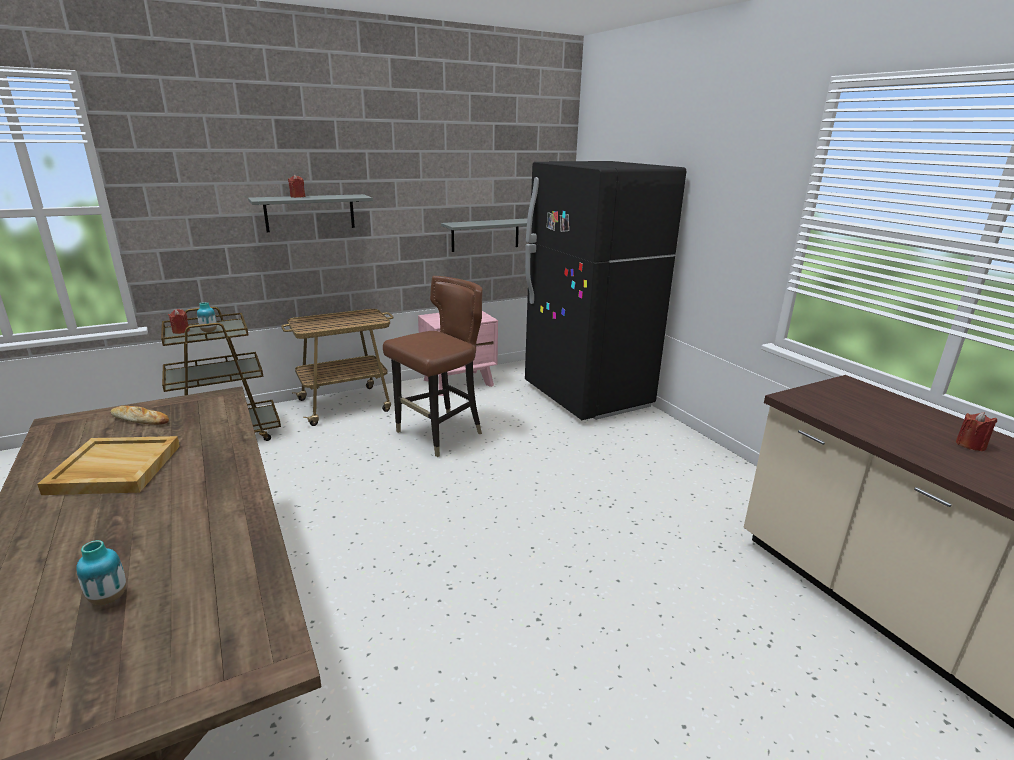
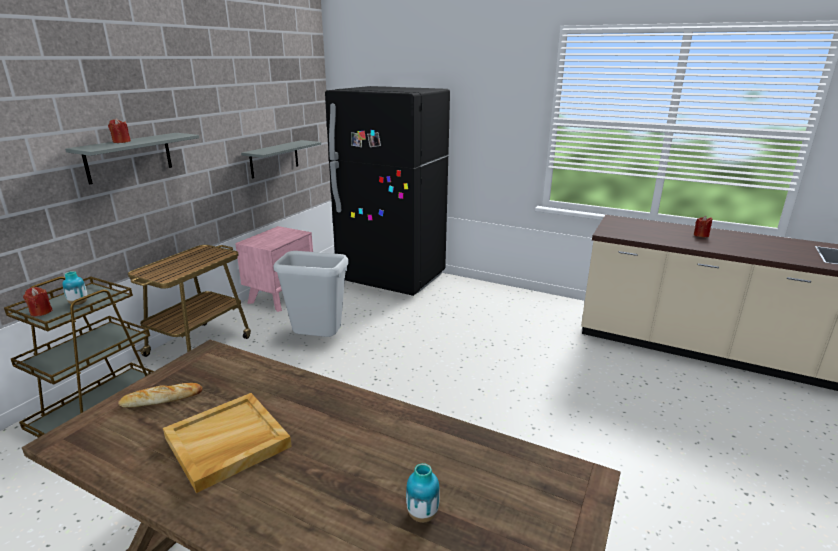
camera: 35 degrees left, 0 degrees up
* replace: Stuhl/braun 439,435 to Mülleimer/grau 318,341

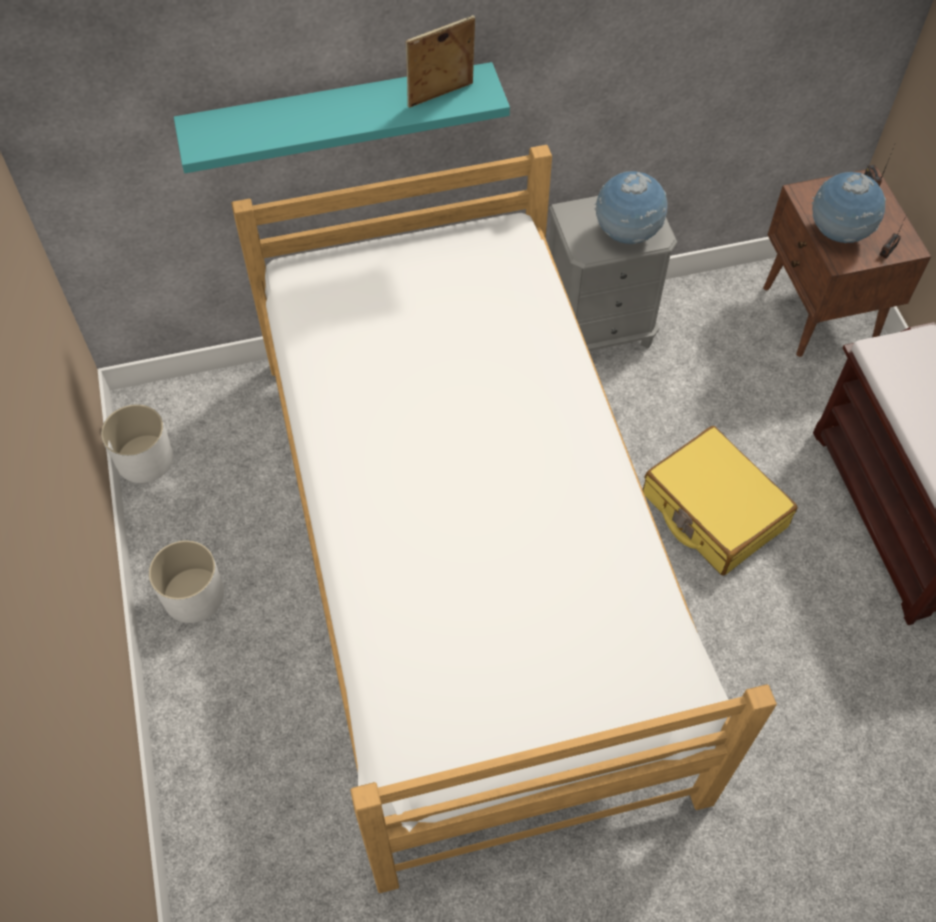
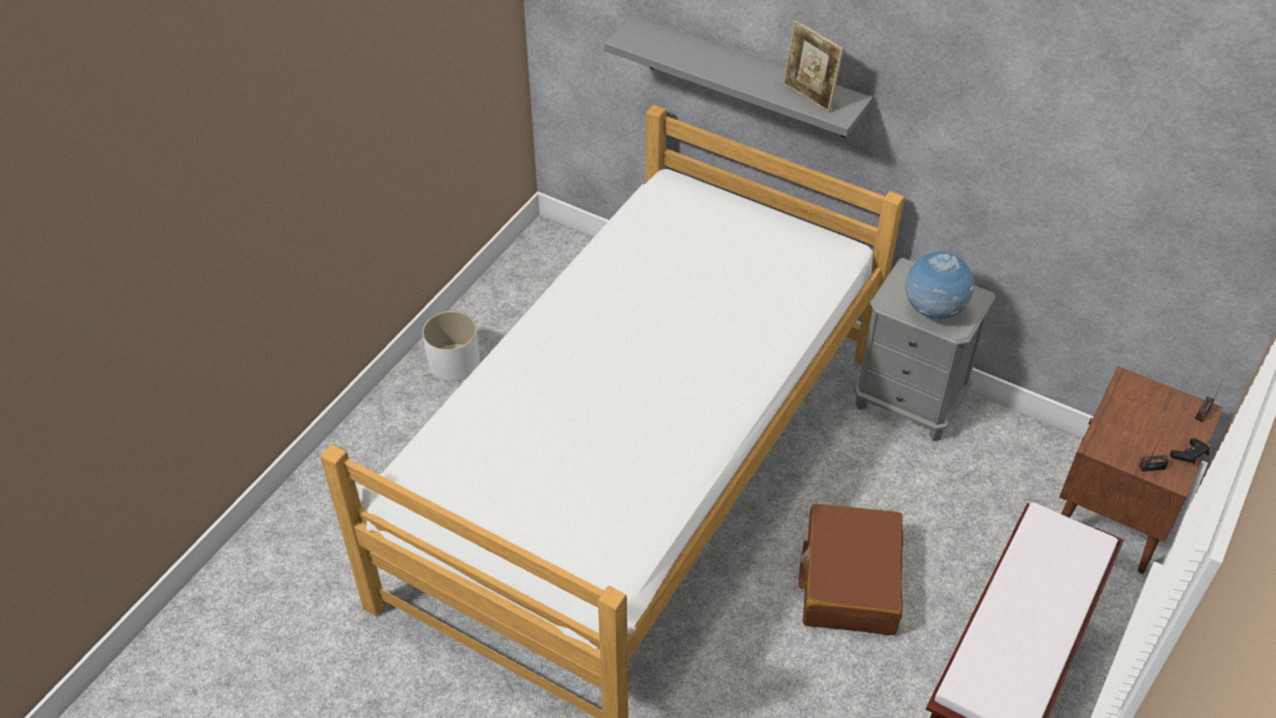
camera: 45 degrees right, 10 degrees down
* rotate: Bilderrahmen 441,97 = 808,97 150 degrees counterclockwise
* recolor: Wandregal/türkis 338,115 to Wandregal/grau 747,78
* delete: Globus 838,234
* delete: Pflanzkübel/weiß 144,459
* recolor: Koffer/gelb 713,511 to Koffer/braun 849,580
* insert: Gamepad/schwarz 1189,456

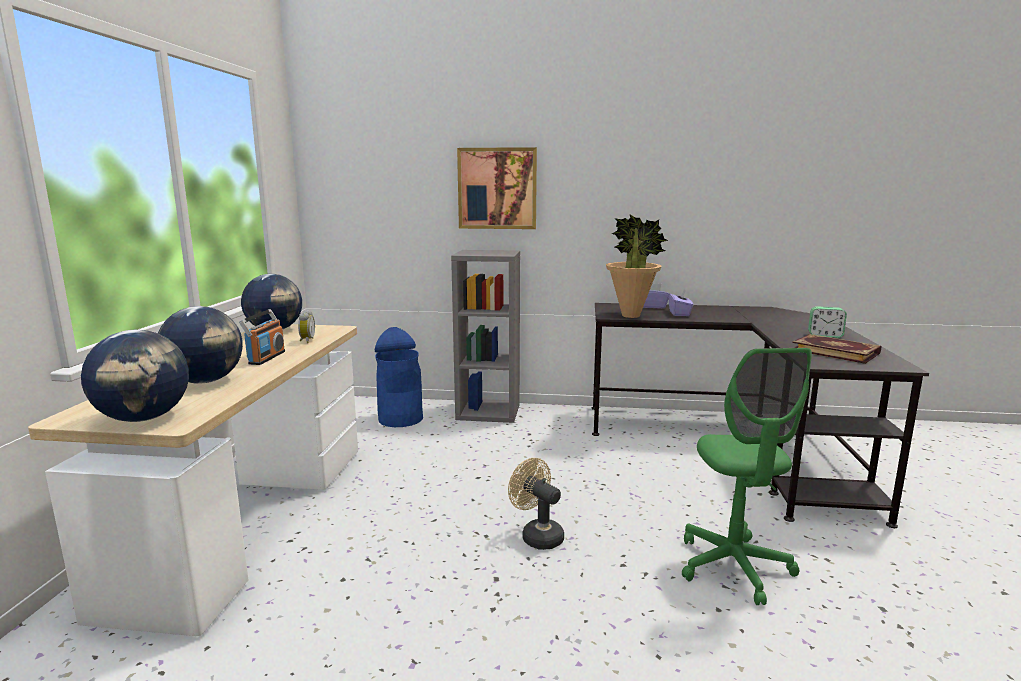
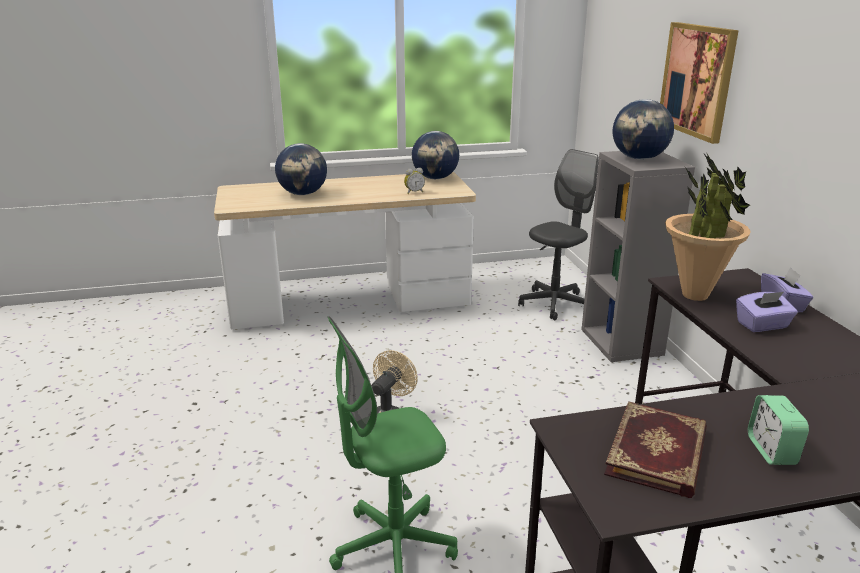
camera: 70 degrees right, 10 degrees up
* delete: Radio 266,358
* replace: Mülleimer/blau 400,418 to Bürostuhl/grau 554,304
* move: Globus 144,418 to 639,158

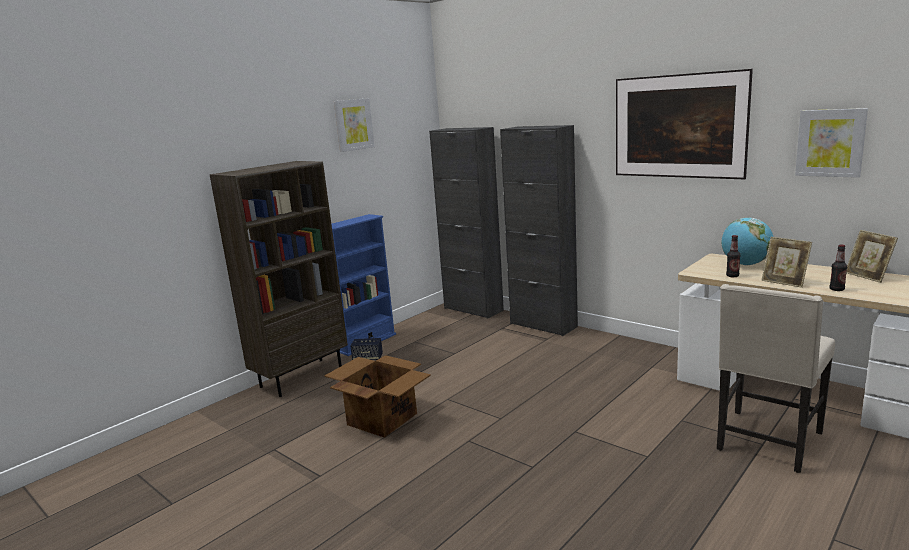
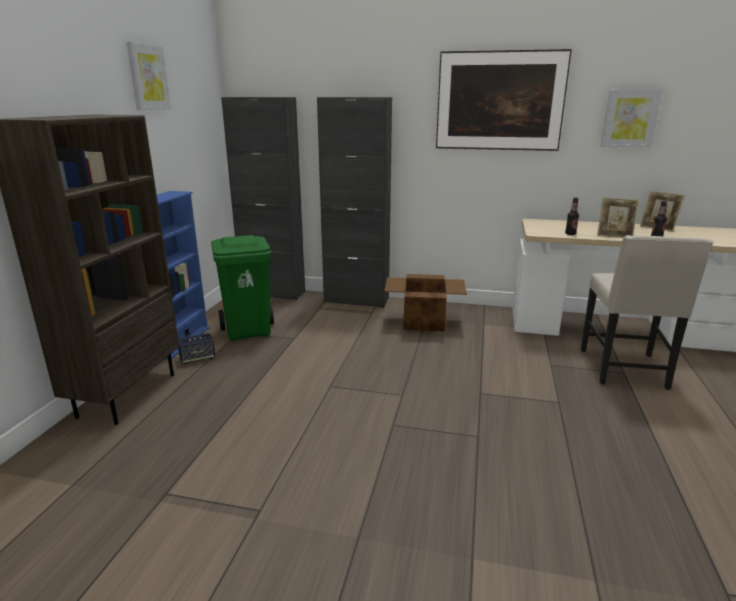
camera: 30 degrees left, 5 degrees up
* delete: Globus 745,264
* move: Karton 381,418 to 423,322
* insert: Mülleimer/grün 249,331

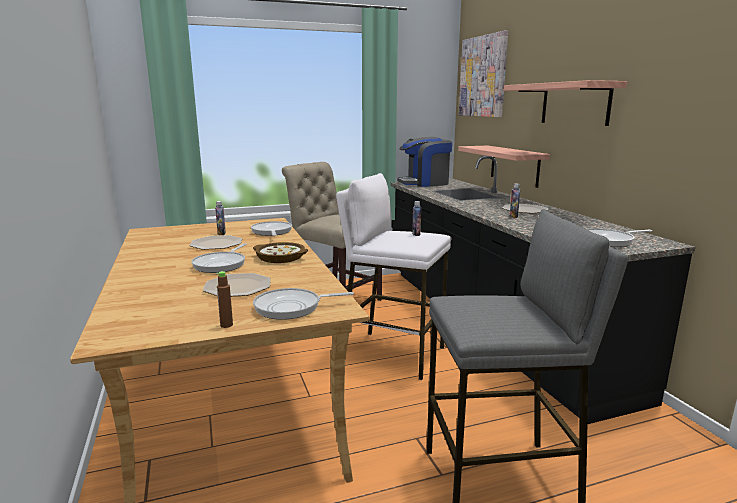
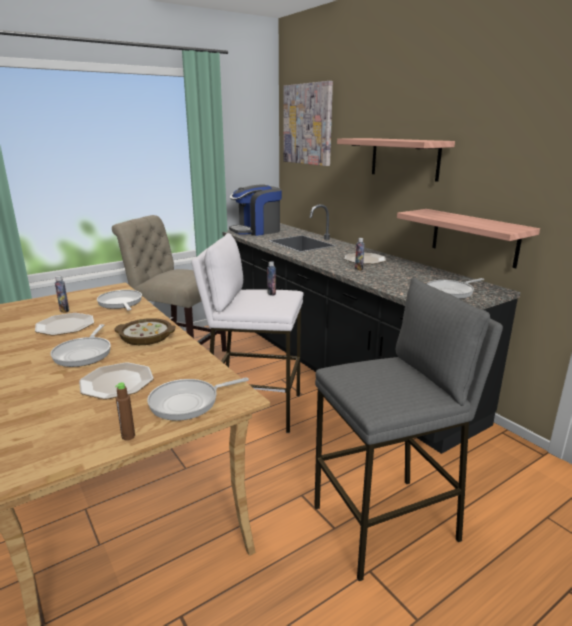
camera: 15 degrees left, 5 degrees up
* move: Wandregal 514,165 to 474,237

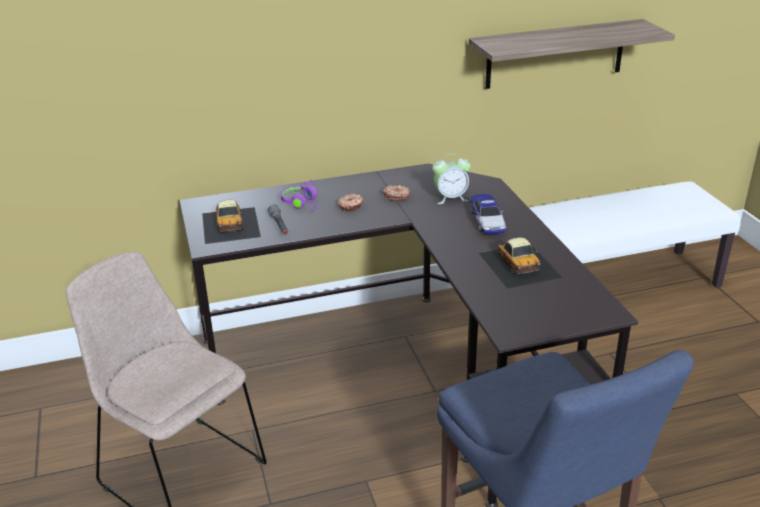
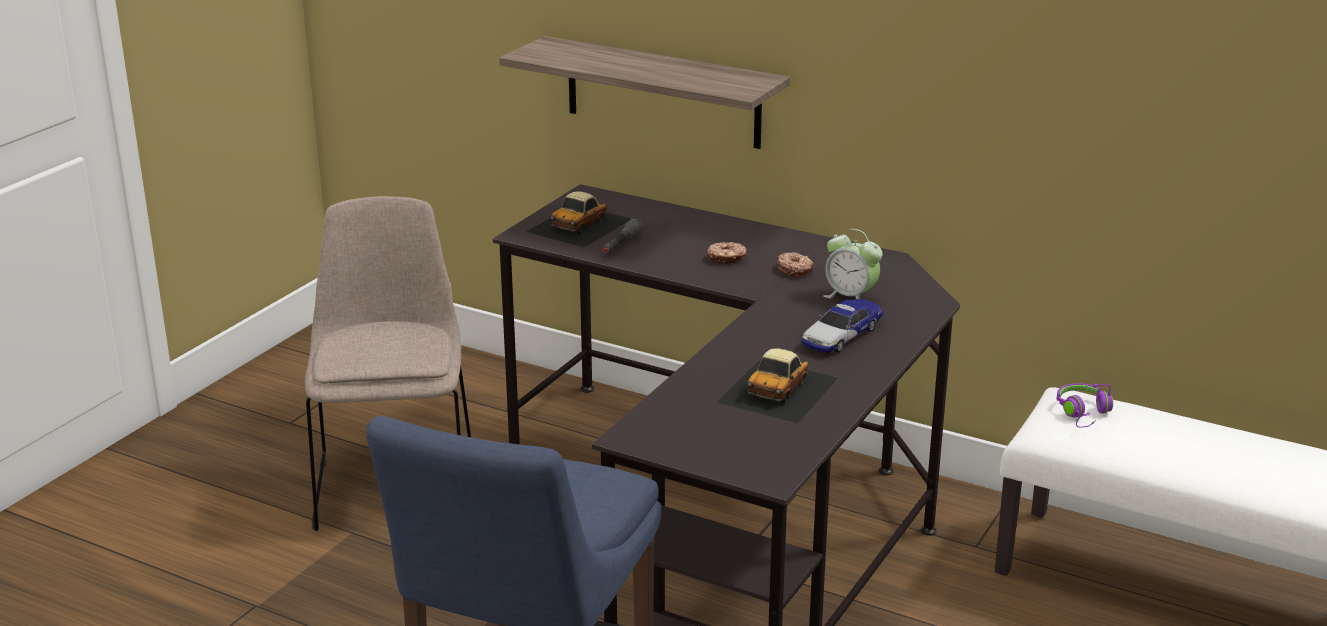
camera: 45 degrees right, 5 degrees down
* move: Wandregal 555,54 to 663,92
* move: Kopfhörer/lila 302,203 to 1083,413

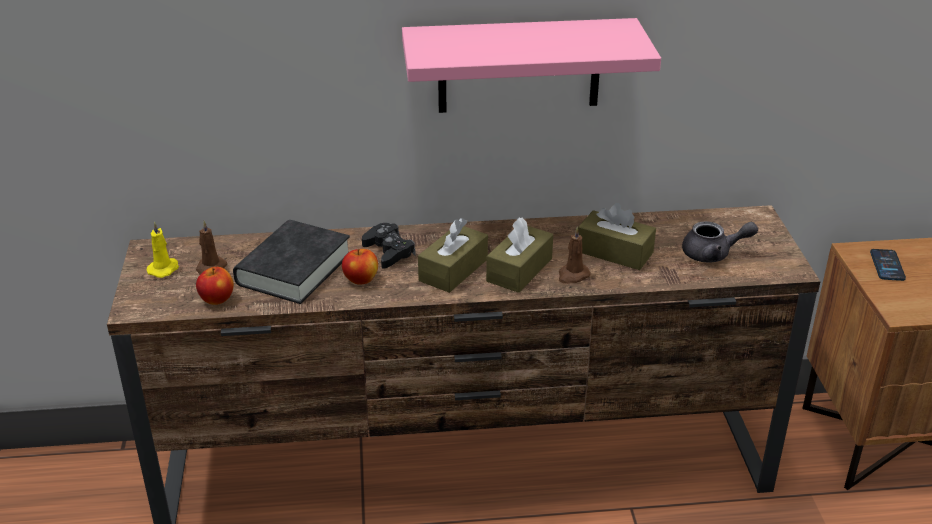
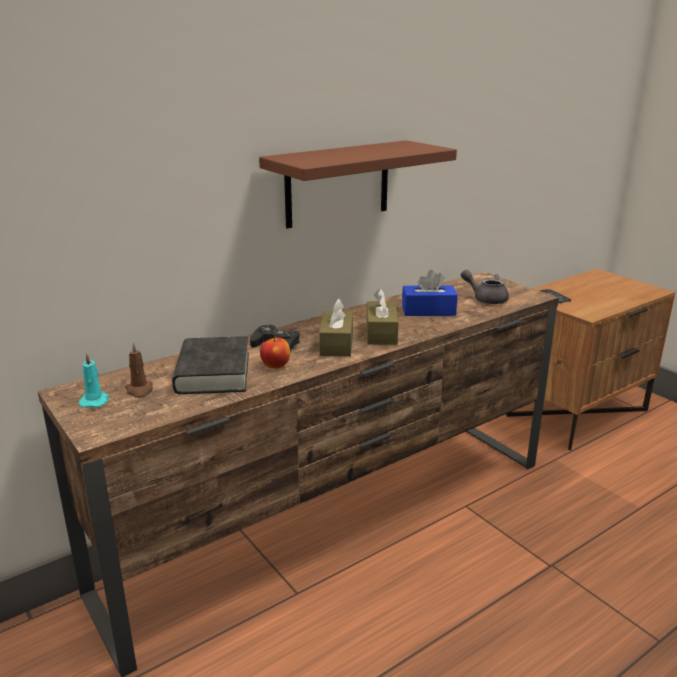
camera: 30 degrees left, 10 degrees down
* recolor: Wandregal/rosa 519,66 to Wandregal/braun 337,184
* recolor: Taschentuchbox/braun 614,252 to Taschentuchbox/blau 428,311
* rotate: Teekanne/grau 713,254 = 486,298 120 degrees counterclockwise
* recolor: Kerze/gelb 164,269 to Kerze/türkis 95,401
* delete: Kerze/braun 572,275
* delete: Apfel 217,299

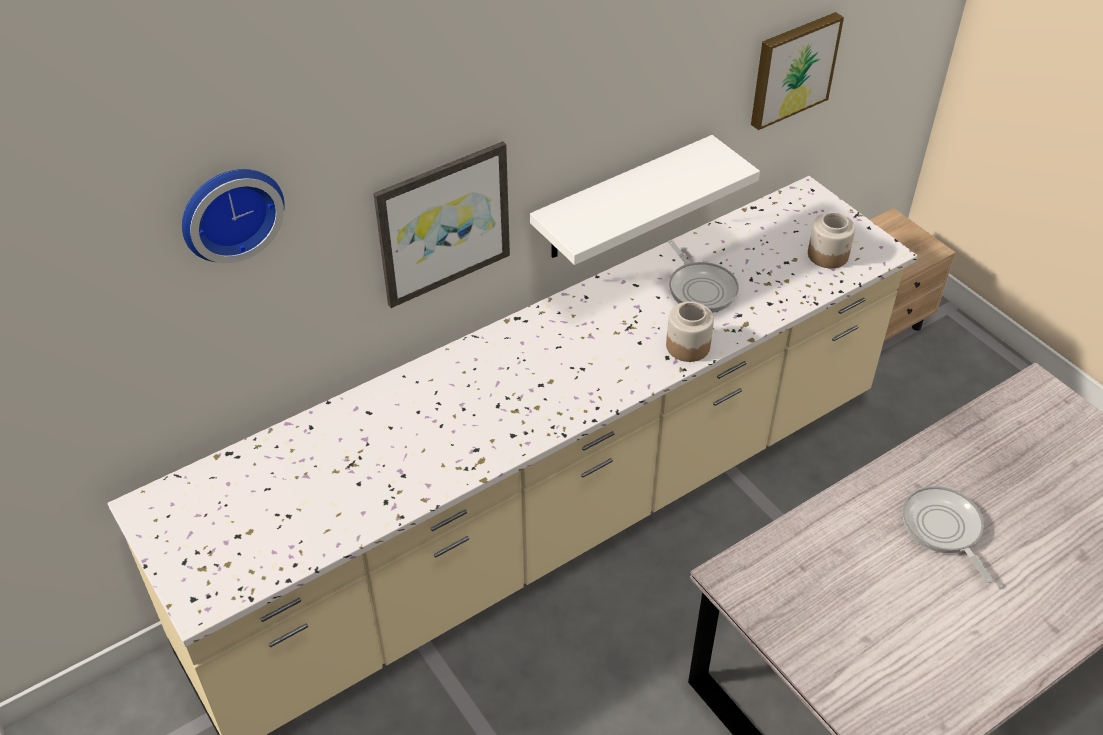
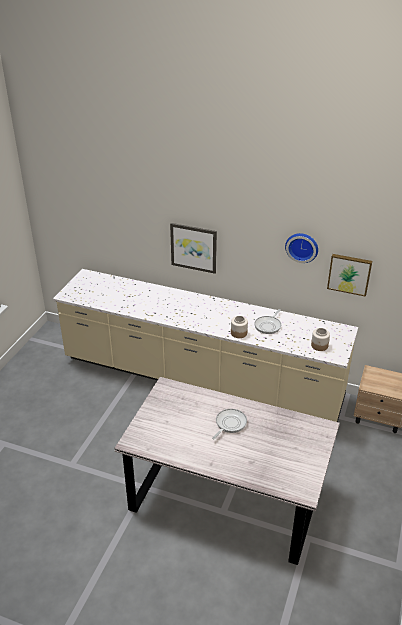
camera: 55 degrees right, 10 degrees down
* delete: Wandregal/weiß 622,199
* move: Wanduhr 229,211 to 302,246

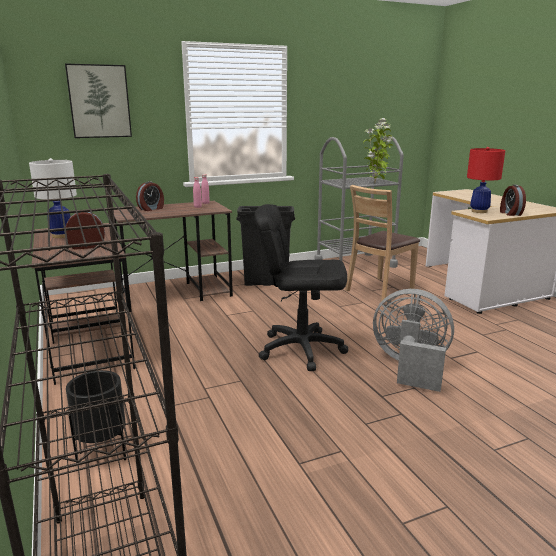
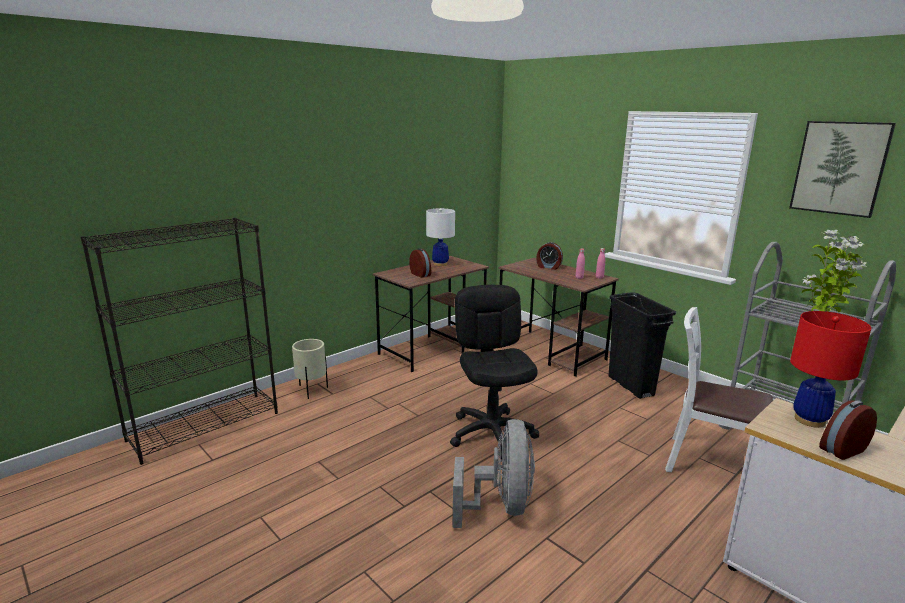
camera: 70 degrees right, 0 degrees up
* move: Bild 99,101 to 839,168
* recolor: Stuhl/braun 379,290 to Stuhl/weiß 709,463
* recolor: Pflanzkübel/schwarz 103,454 to Pflanzkübel/beige 311,391

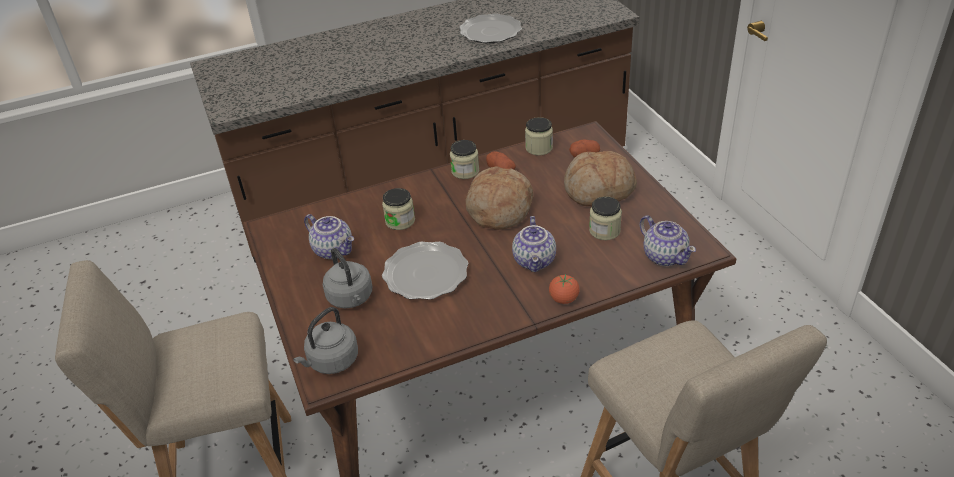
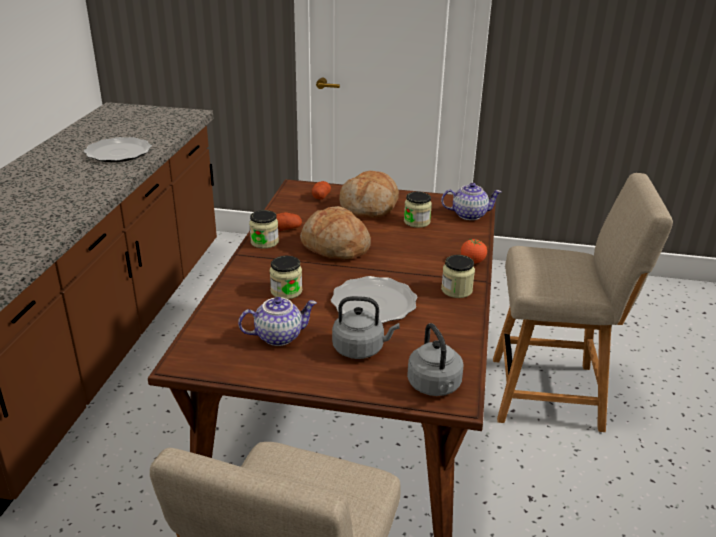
camera: 60 degrees left, 10 degrees down
* move: Vorratsglas 539,148 to 456,290
* delete: Teekanne 535,261

